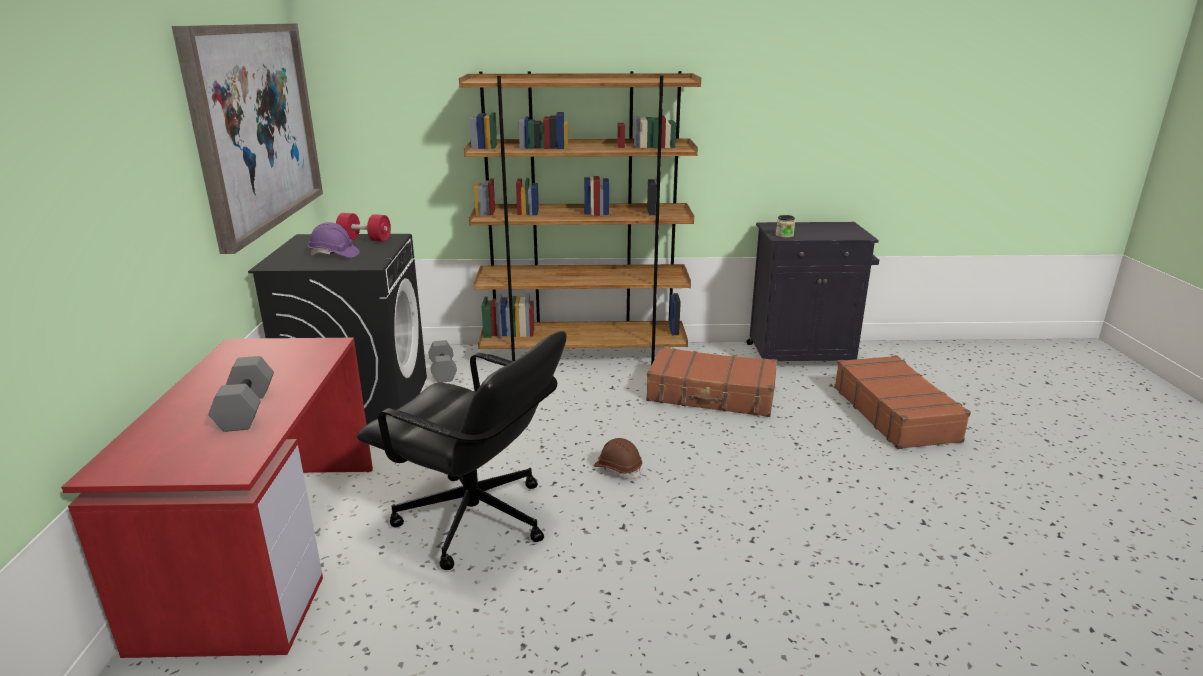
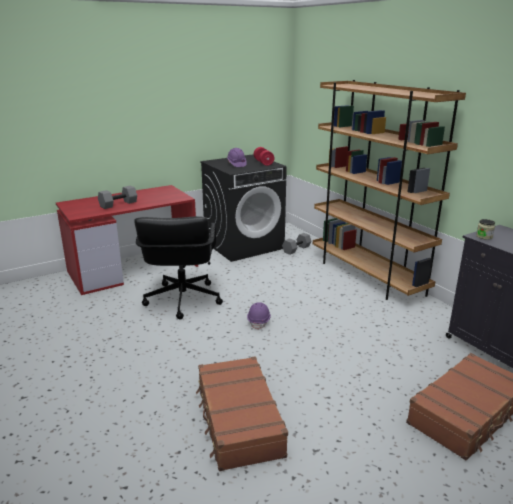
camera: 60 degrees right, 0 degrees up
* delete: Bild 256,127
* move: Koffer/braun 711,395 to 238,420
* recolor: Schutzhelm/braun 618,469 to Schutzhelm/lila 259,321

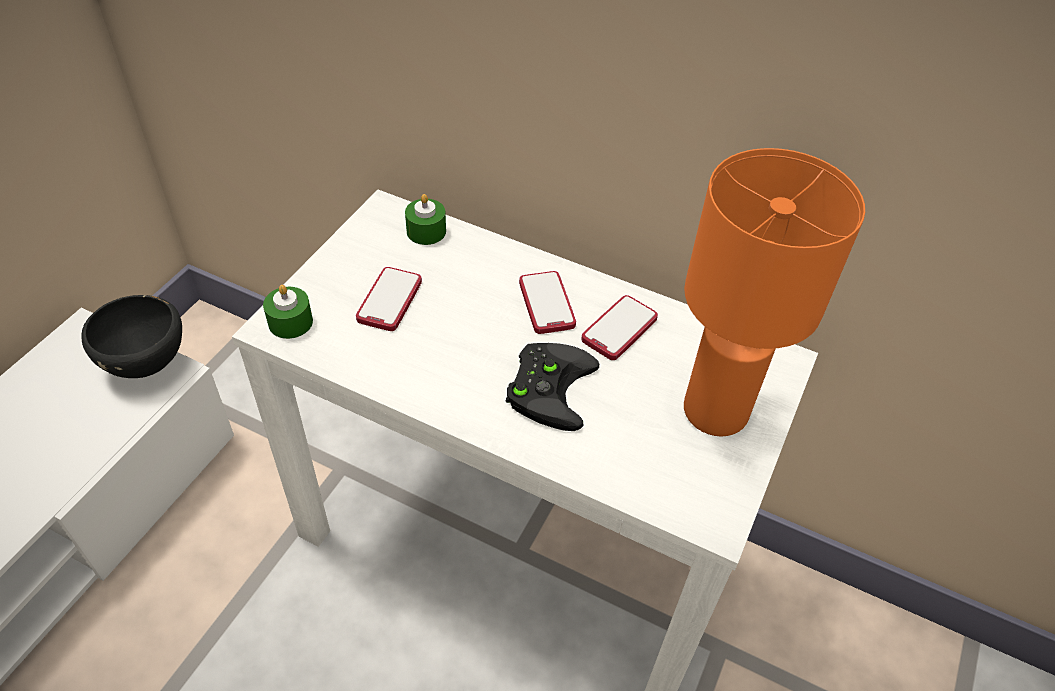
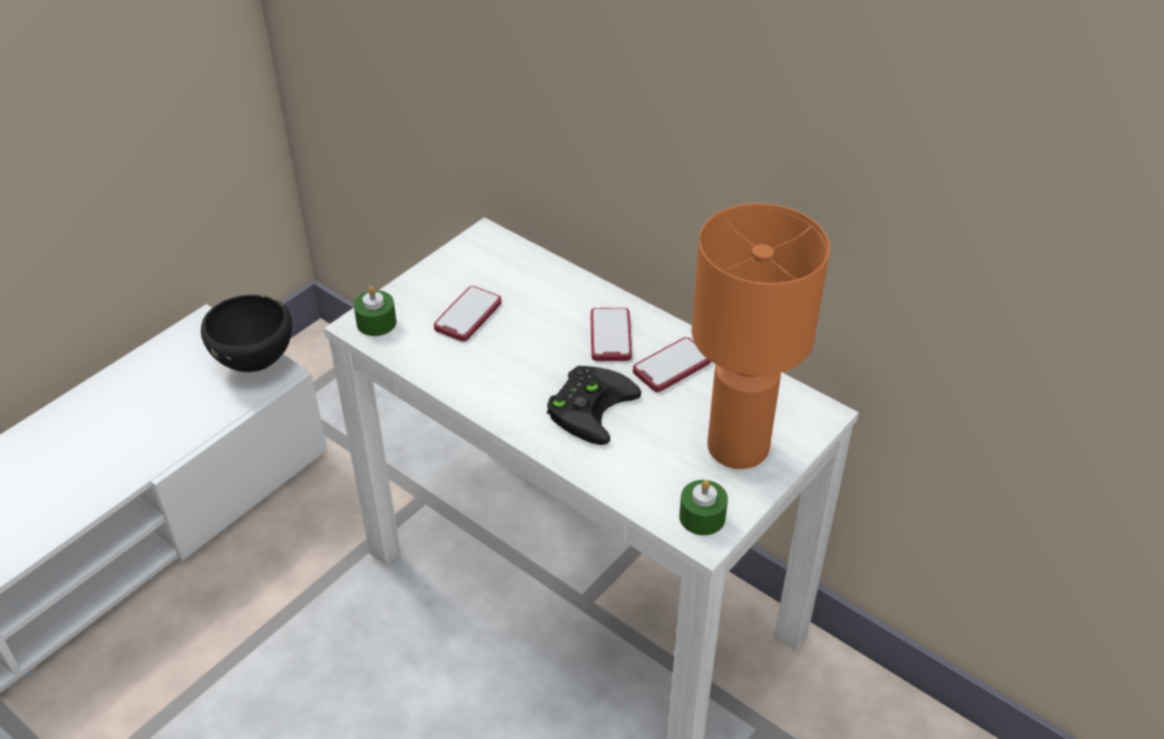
camera: 15 degrees right, 5 degrees down
* move: Kerze/grün 426,231 to 702,517

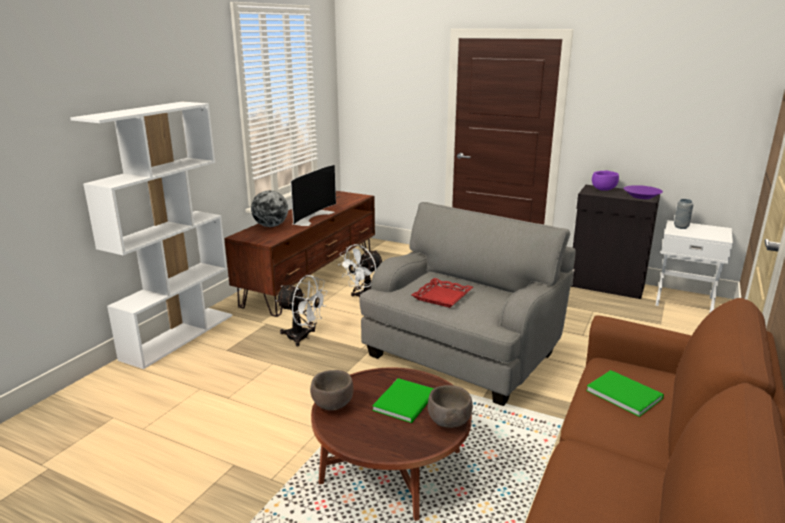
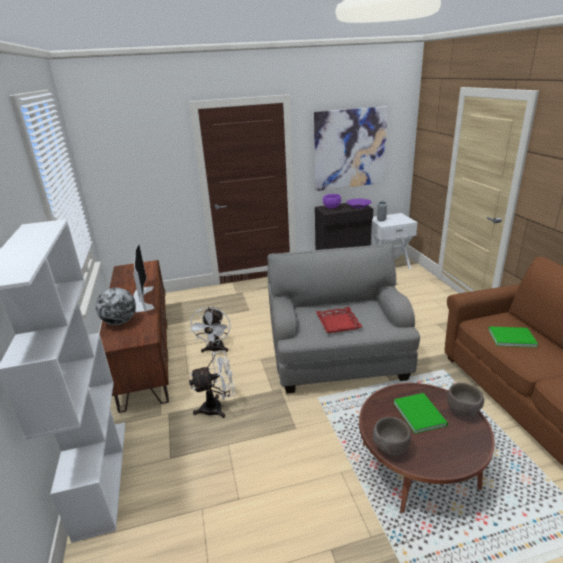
camera: 40 degrees left, 5 degrees up
* insert: Bild 350,149

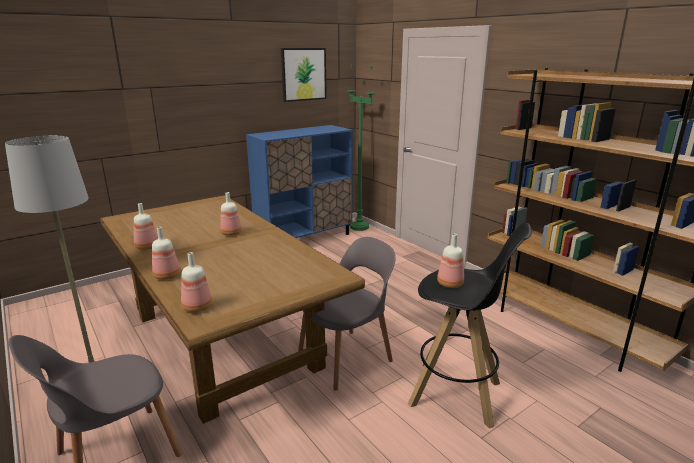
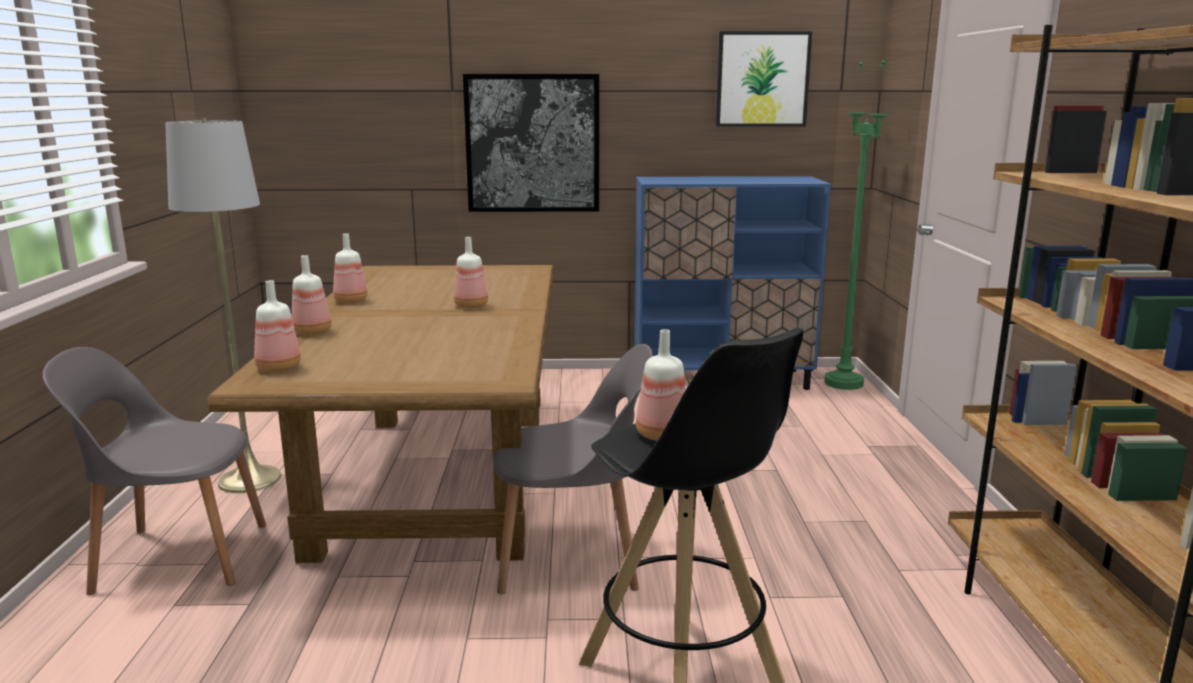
camera: 35 degrees right, 5 degrees down
* insert: Bild 532,143

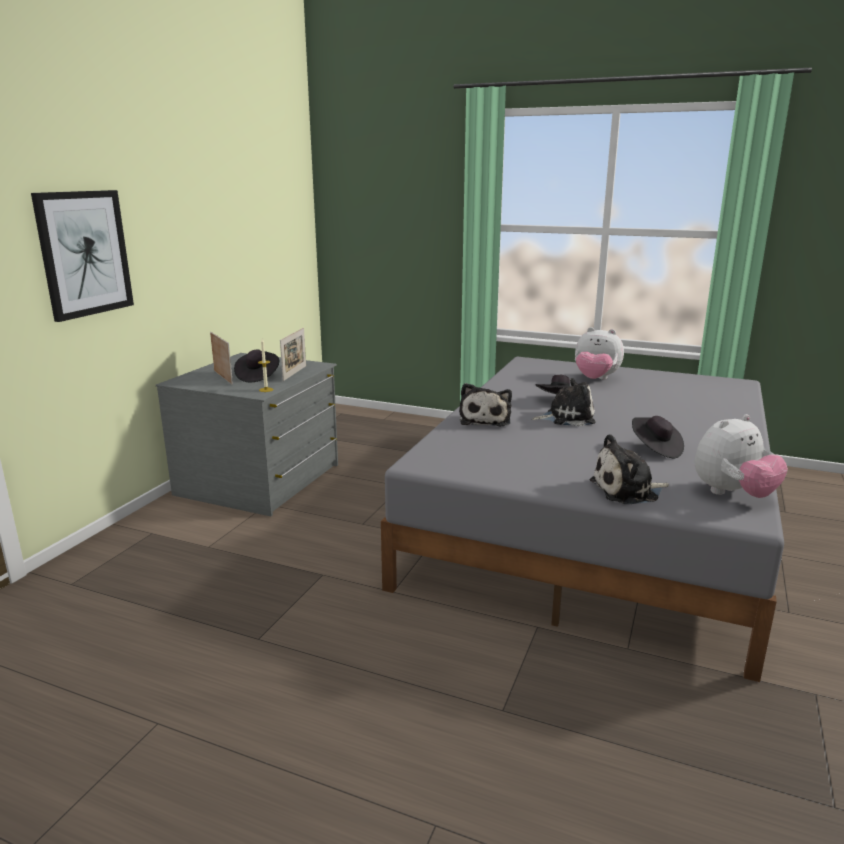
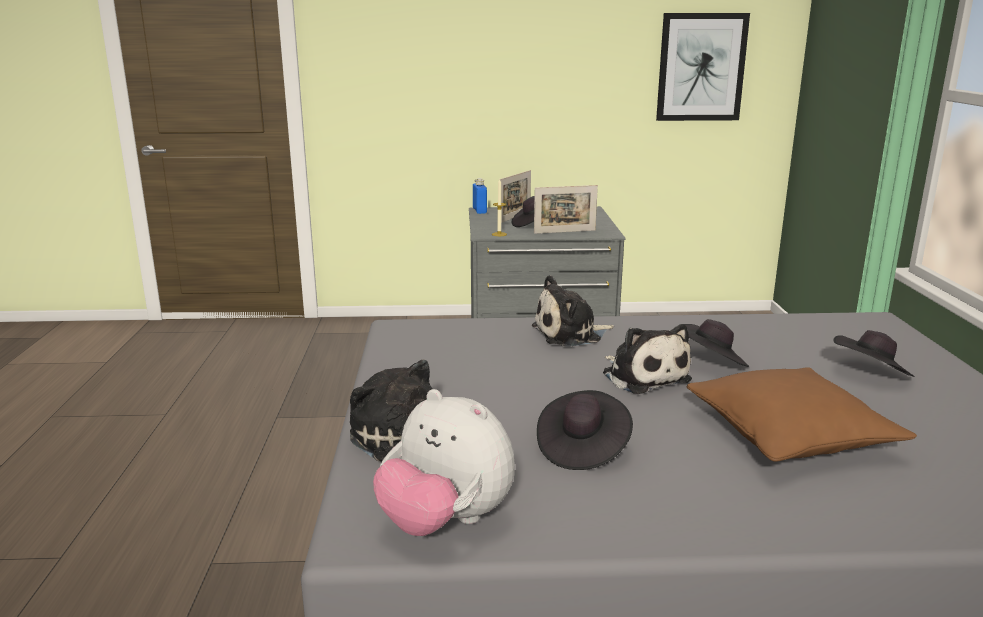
camera: 65 degrees right, 0 degrees up
* move: Bild 84,253 to 701,67
* replace: Plüschtier 595,379 to Hut/schwarz 870,374
* insert: Flasche/blau 479,211
* insert: Kissen/braun 789,435

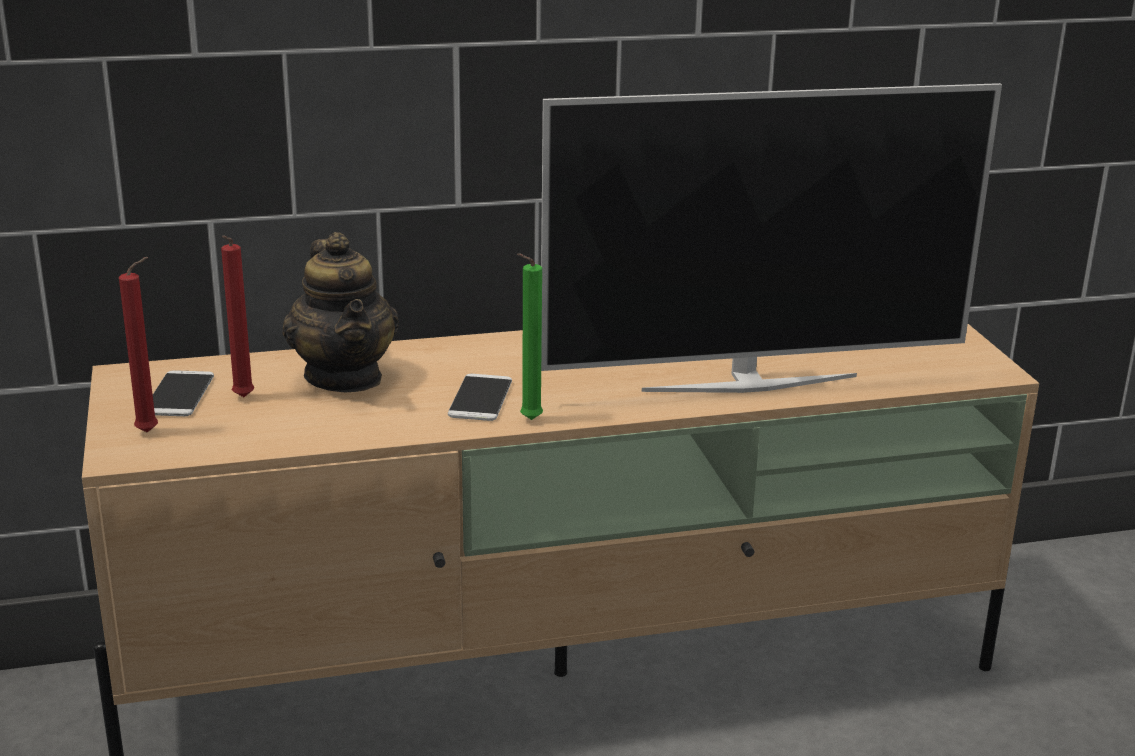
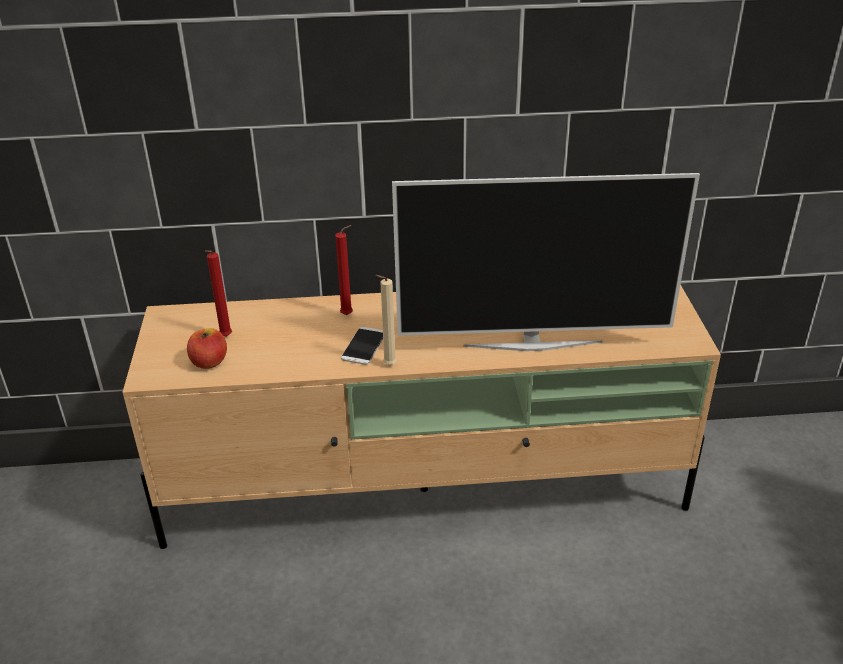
camera: 10 degrees right, 10 degrees up
* delete: Teekanne 344,377
* recolor: Kerze/grün 528,421 to Kerze/beige 387,366
* move: Kerze/rot 151,432 to 348,315
* delete: Handy 179,395
* insert: Apfel 209,362

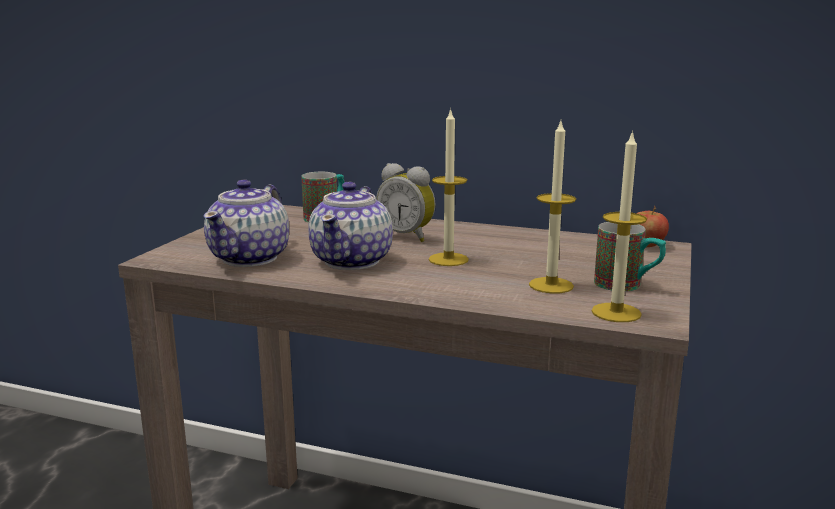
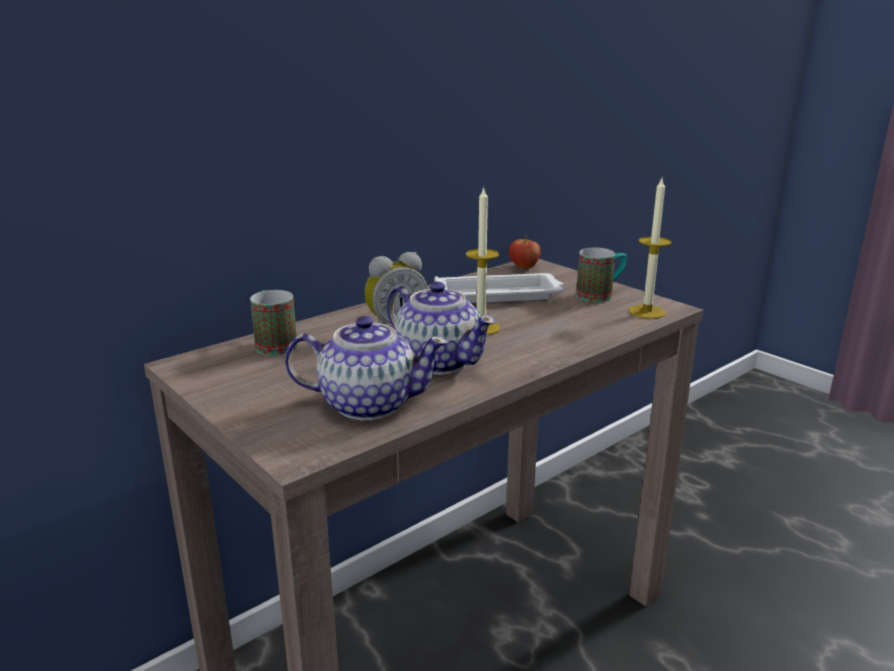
camera: 60 degrees left, 5 degrees up
* delete: Kerze 551,285
* rotate: Teekanne 251,258 = 367,404 45 degrees counterclockwise
* insert: Tablett/weiß 500,295

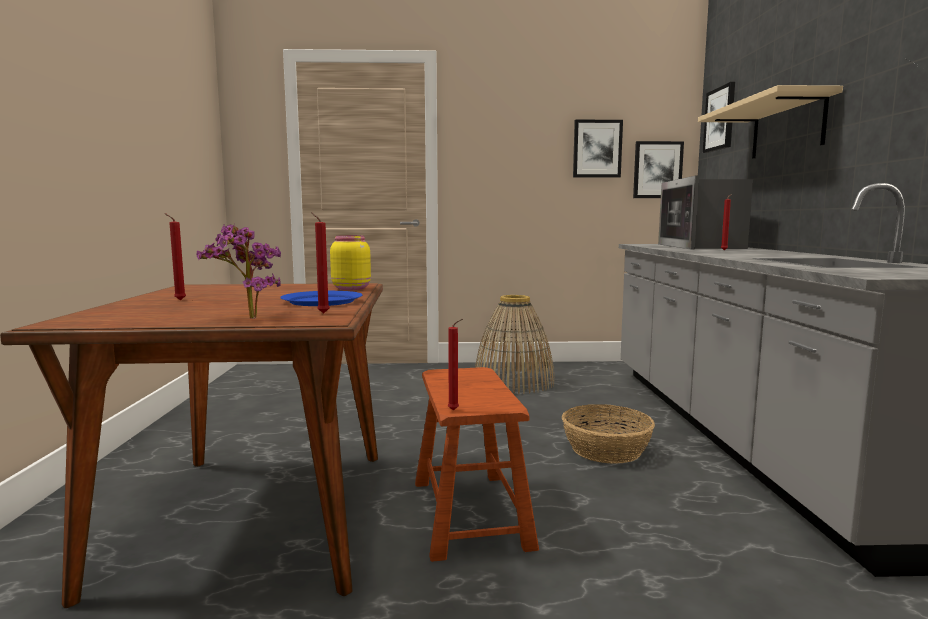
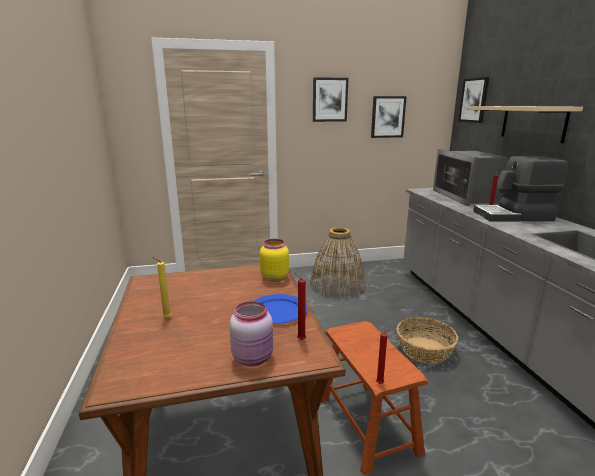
camera: 10 degrees left, 10 degrees up
* move: Bild 657,170 to 329,100
* recolor: Kerze/rot 178,300 to Kerze/gelb 165,318
* replace: Topfpflanze 246,318 to Vorratsglas/rosa 254,358
* insert: Kaffeemaschine 513,216

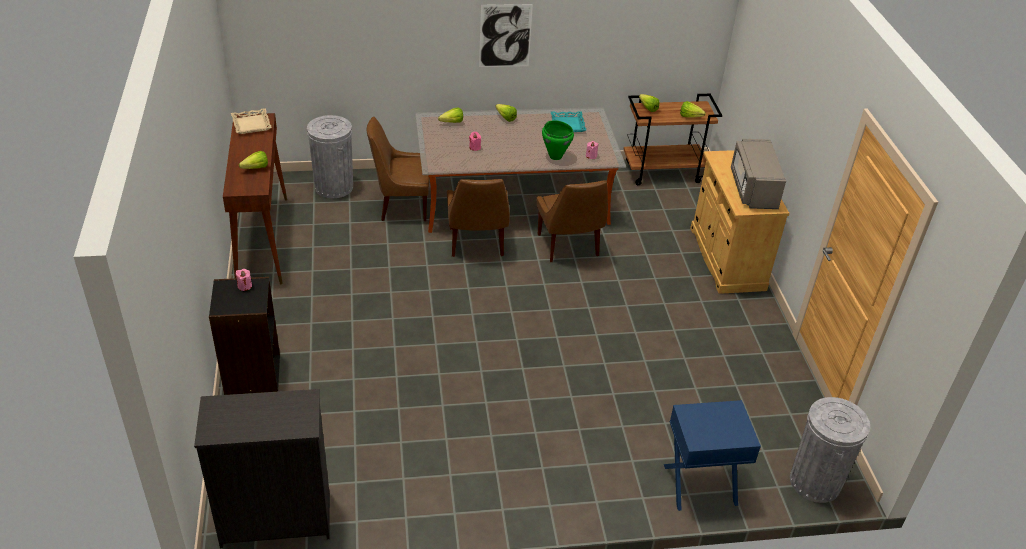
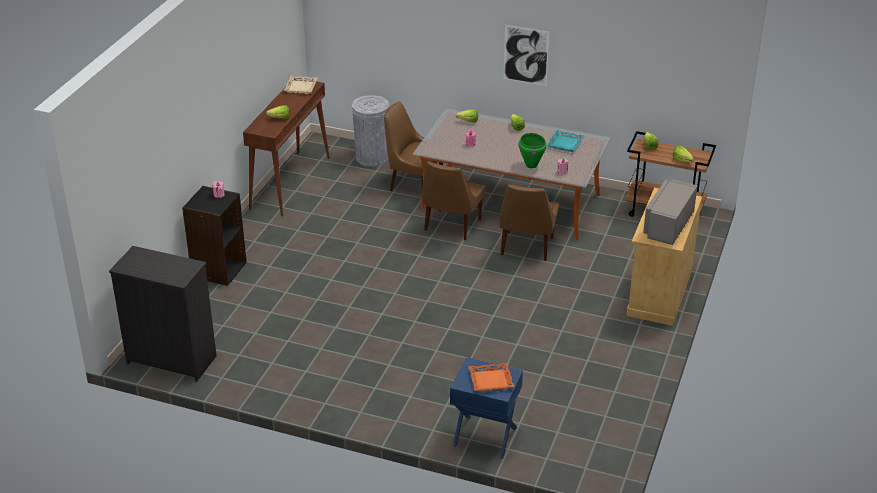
camera: 30 degrees right, 5 degrees down
* delete: Mülleimer/grau 815,482
* insert: Tablett/orange 491,380

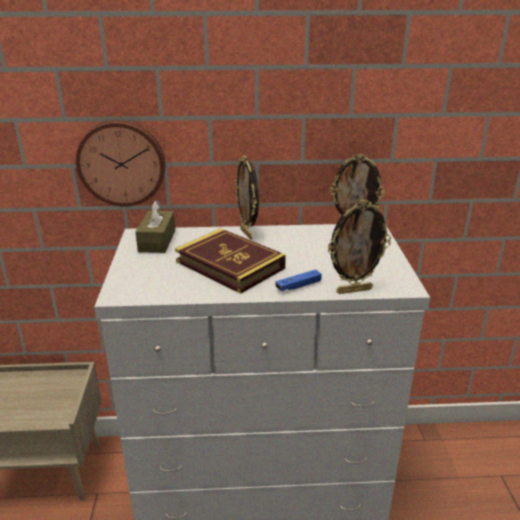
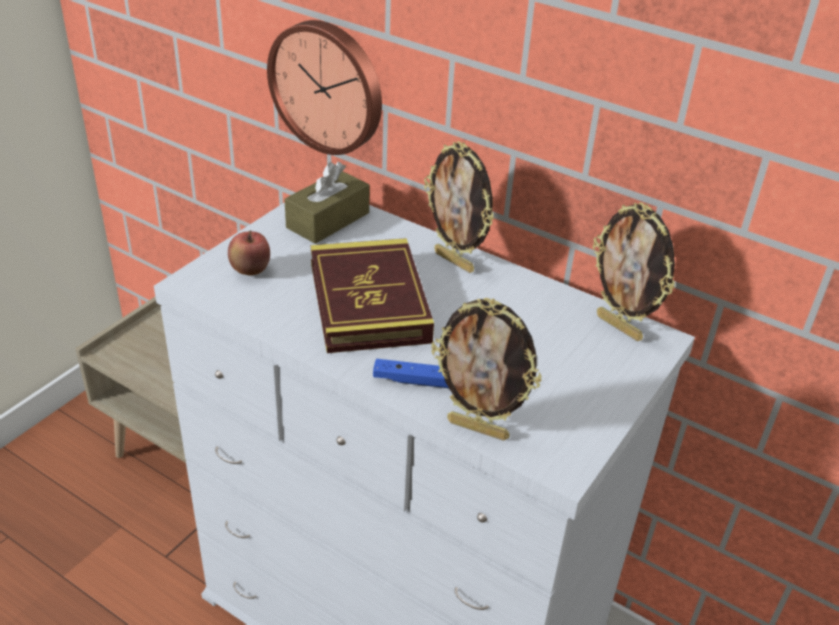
camera: 35 degrees right, 10 degrees up
* rotate: Bilderrahmen 247,234 = 455,261 60 degrees counterclockwise
* insert: Apfel 250,271

